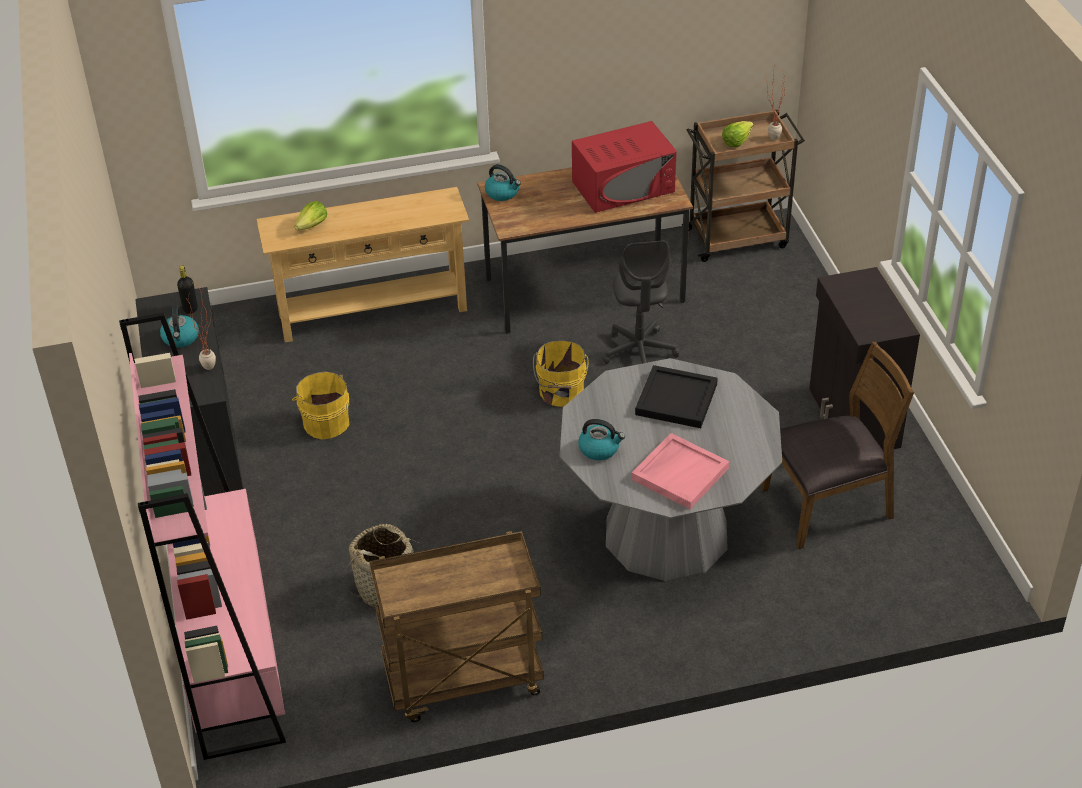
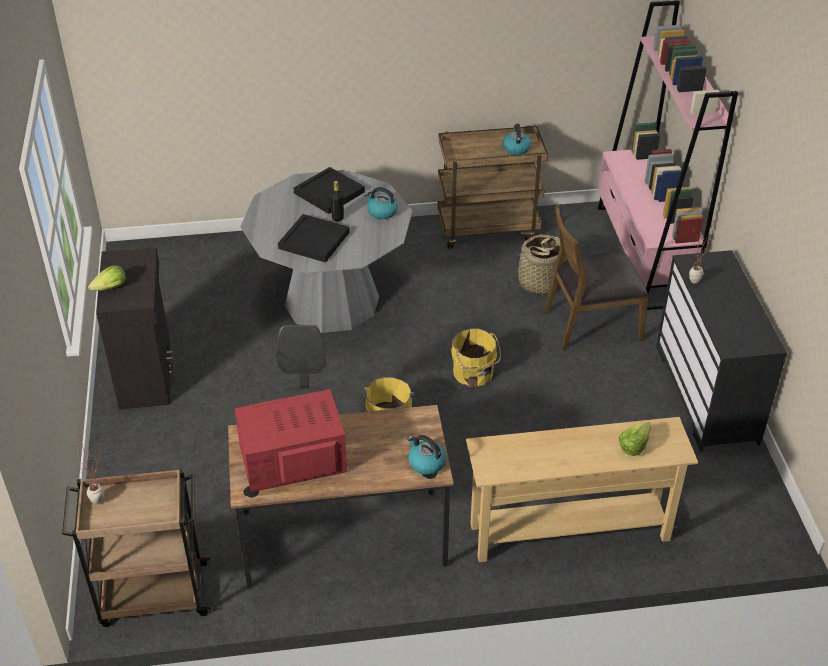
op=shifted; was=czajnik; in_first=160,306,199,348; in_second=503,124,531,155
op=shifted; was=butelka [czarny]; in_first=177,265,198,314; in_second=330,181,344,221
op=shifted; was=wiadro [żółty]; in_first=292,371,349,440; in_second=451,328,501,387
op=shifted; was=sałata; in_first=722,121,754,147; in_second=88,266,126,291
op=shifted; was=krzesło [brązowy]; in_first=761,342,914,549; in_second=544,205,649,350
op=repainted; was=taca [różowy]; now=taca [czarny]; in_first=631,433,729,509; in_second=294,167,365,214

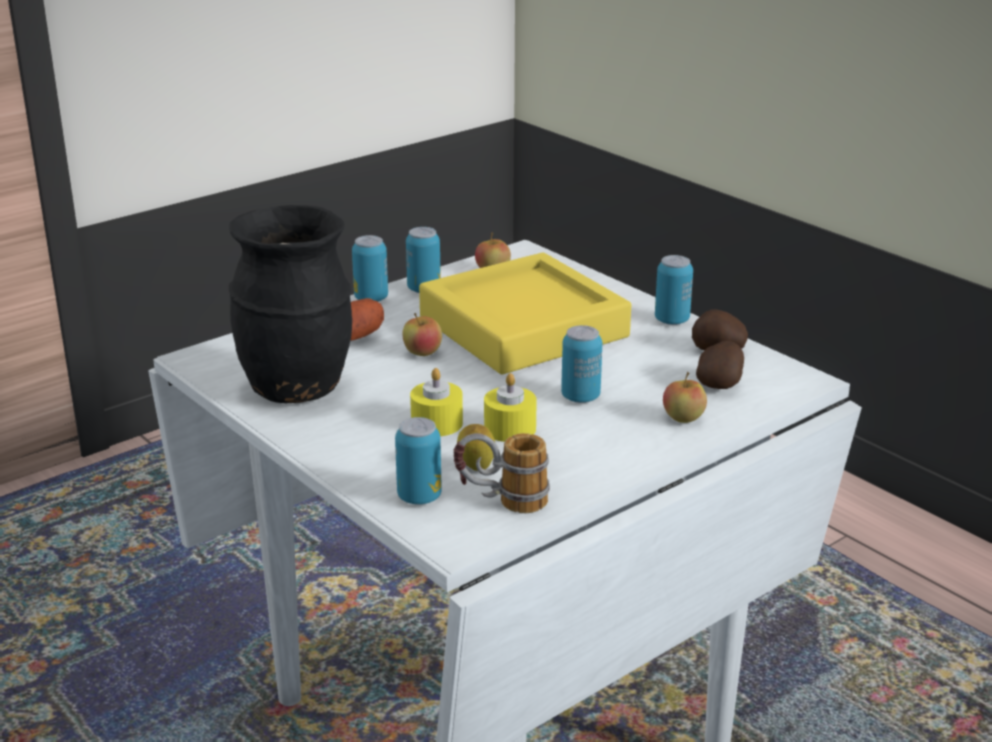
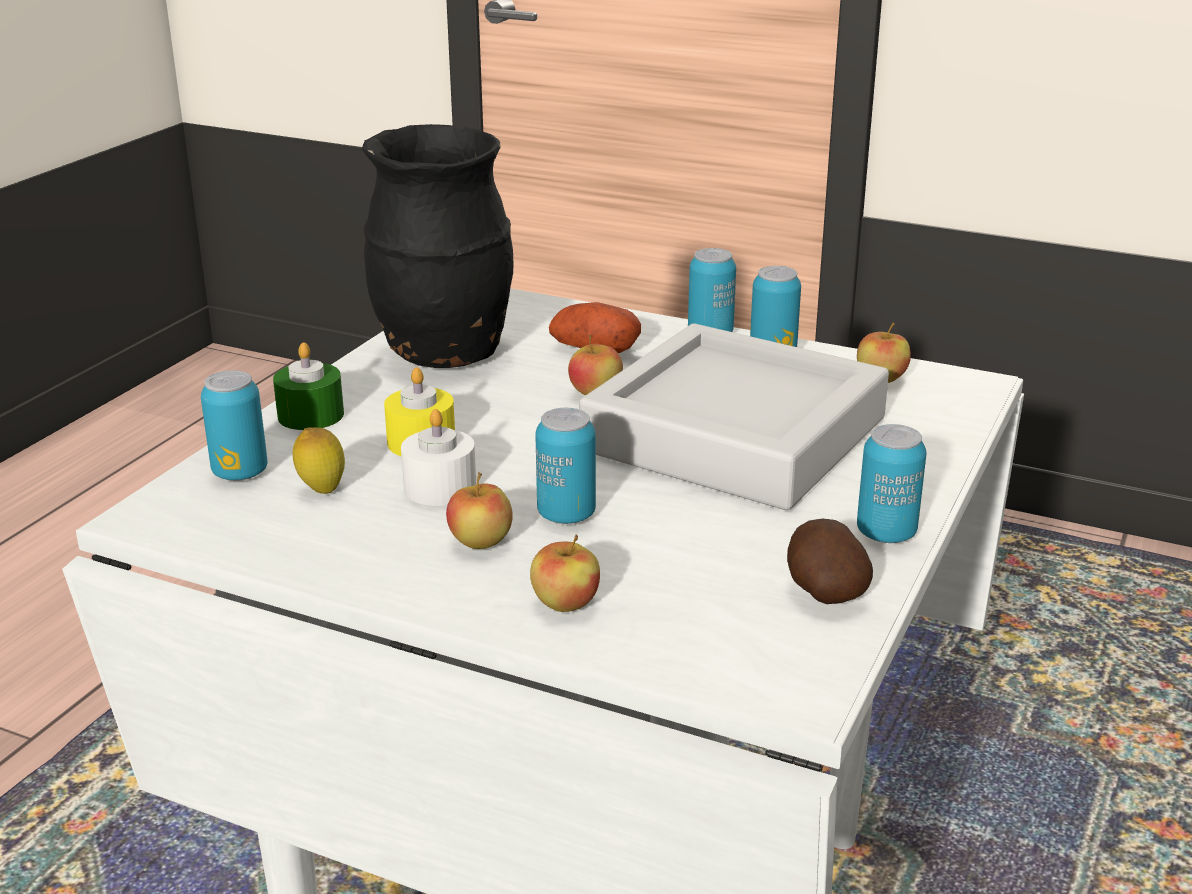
op=gone; was=kubek; in_first=454,433,550,513
op=gone; was=ziemniak; in_first=696,341,744,389
op=new; now=świeca [zielony]; in_second=273,342,344,430
op=new; now=jabłko; in_second=446,472,513,549
op=repainted; was=taca [żółty]; now=taca [szary]; in_first=419,253,631,374; in_second=579,324,889,510
op=repainted; was=świeca [żółty]; now=świeca [biały]; in_first=484,373,537,442; in_second=401,409,476,506

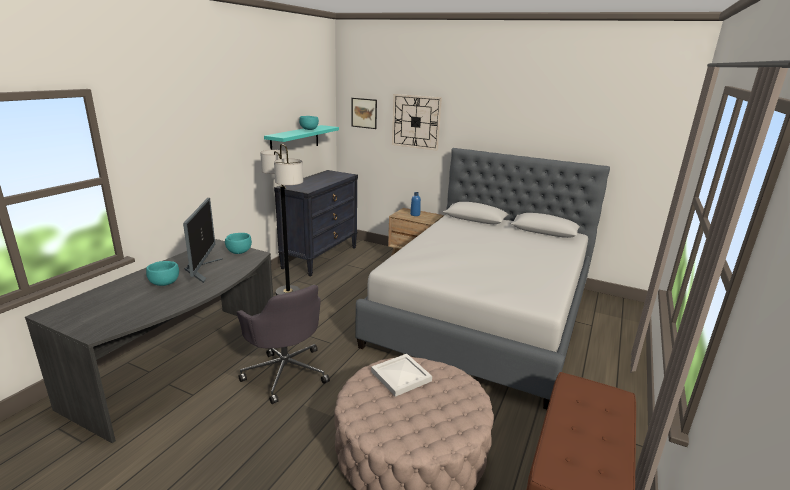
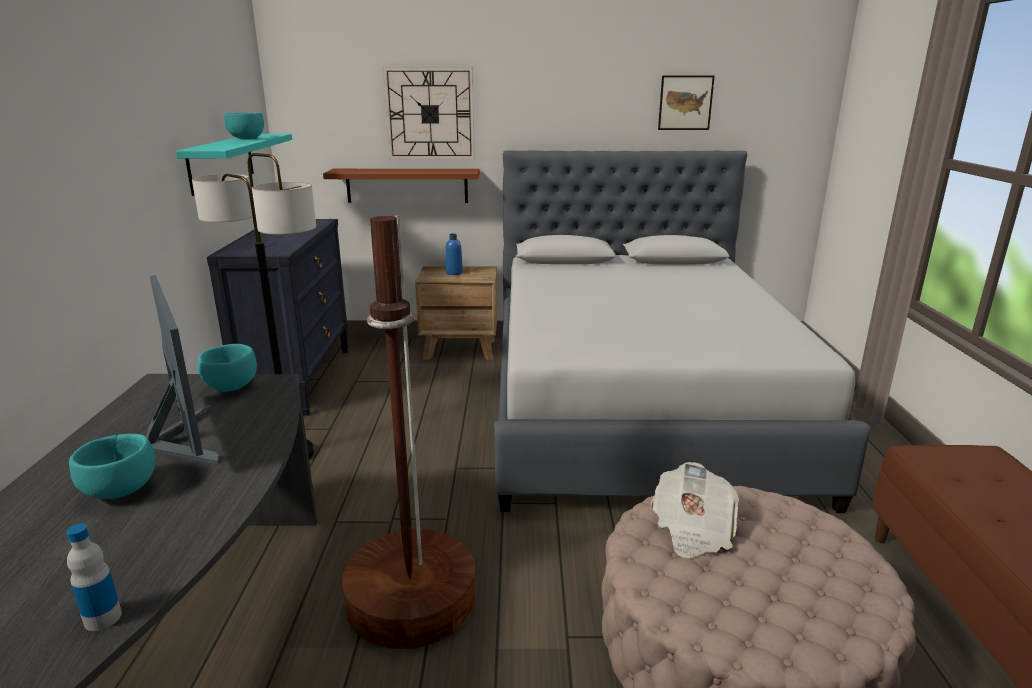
op=new; now=butelka; in_second=66,523,122,631
op=new; now=półka [brązowy]; in_second=323,169,480,203
op=shifted; was=obraz; in_first=352,98,377,129; in_second=658,76,715,130
op=swapped; was=krzesło biurowe [szary]; now=lampa stojąca [brązowy]; in_first=237,285,330,404; in_second=342,215,476,649
op=swapped; was=taca [biały]; now=gazeta; in_first=371,354,432,397; in_second=651,462,739,558

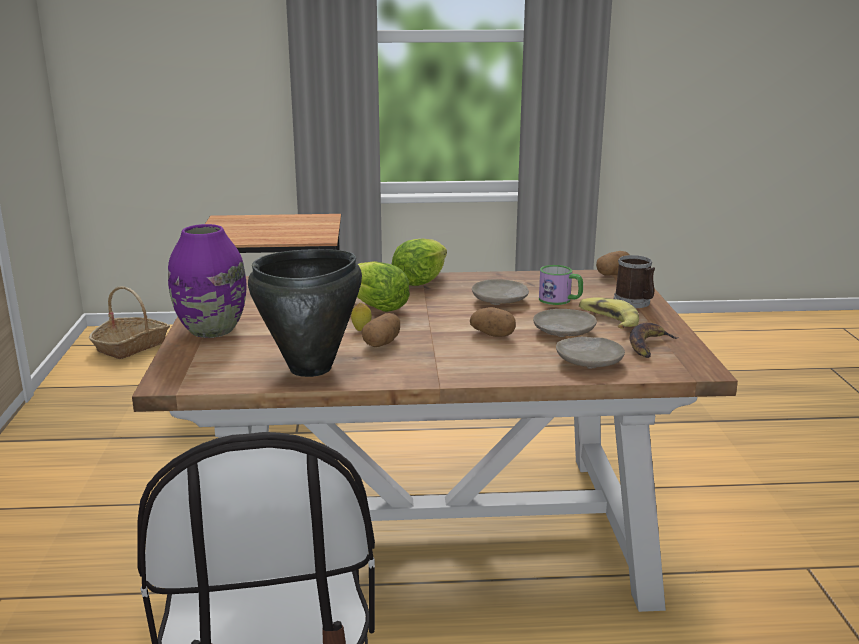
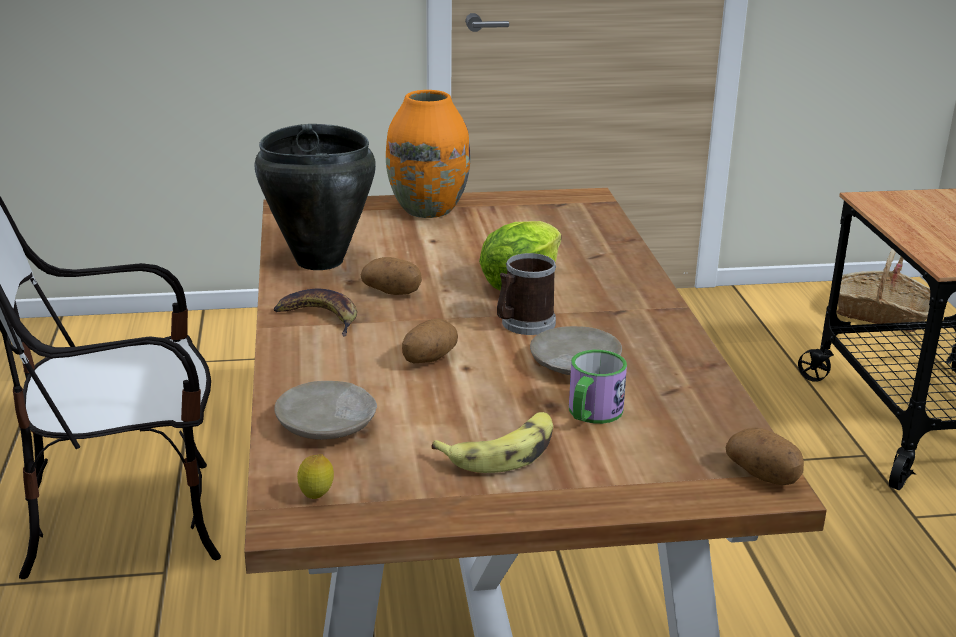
op=gone; was=sałata; in_first=391,239,447,286
op=gone; was=talerz [beżowy]; in_first=533,309,597,337
op=shifted; was=cytryna; in_first=351,303,372,331; in_second=297,454,334,499
op=shifted; was=kubek; in_first=614,255,655,308; in_second=497,253,556,335
op=shifted; was=banan; in_first=629,323,679,358; in_second=274,288,357,337
op=repainted; was=wazon [fioletowy]; now=wazon [pomarańczowy]; in_first=168,224,246,338; in_second=386,90,470,218

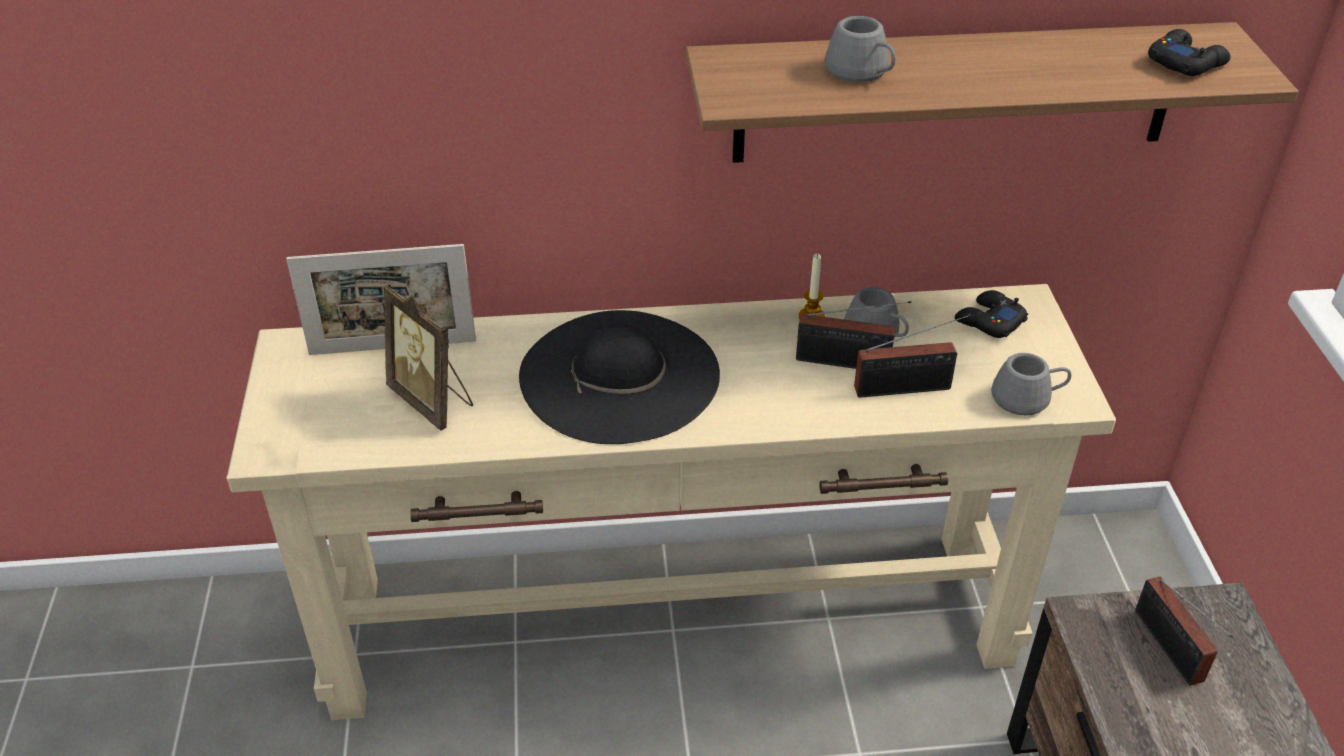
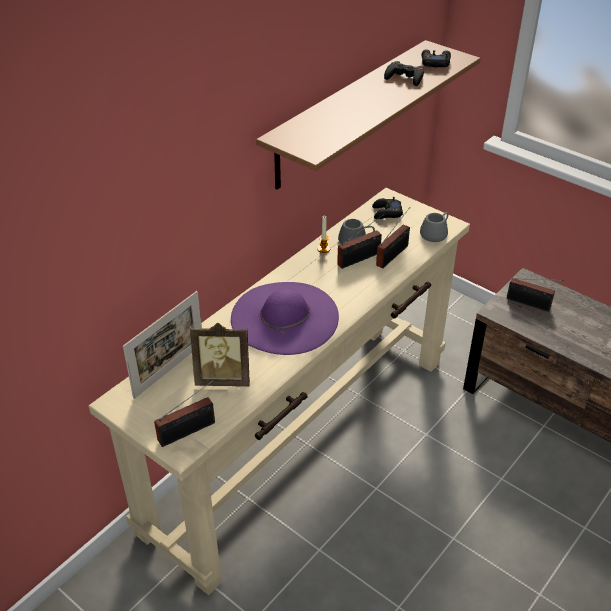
op=gone; was=kubek [szary]; in_first=824,16,896,82
op=new; now=radio; in_second=154,380,215,447
op=new; now=pad do gier [czarny]; in_second=384,61,424,86
op=repainted; was=kapelusz [czarny]; now=kapelusz [fioletowy]; in_first=519,310,720,444; in_second=231,282,339,355

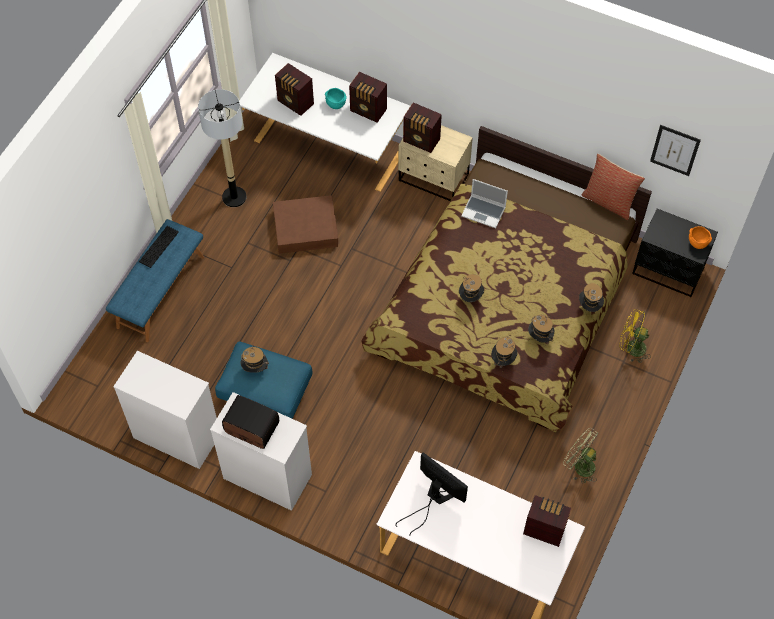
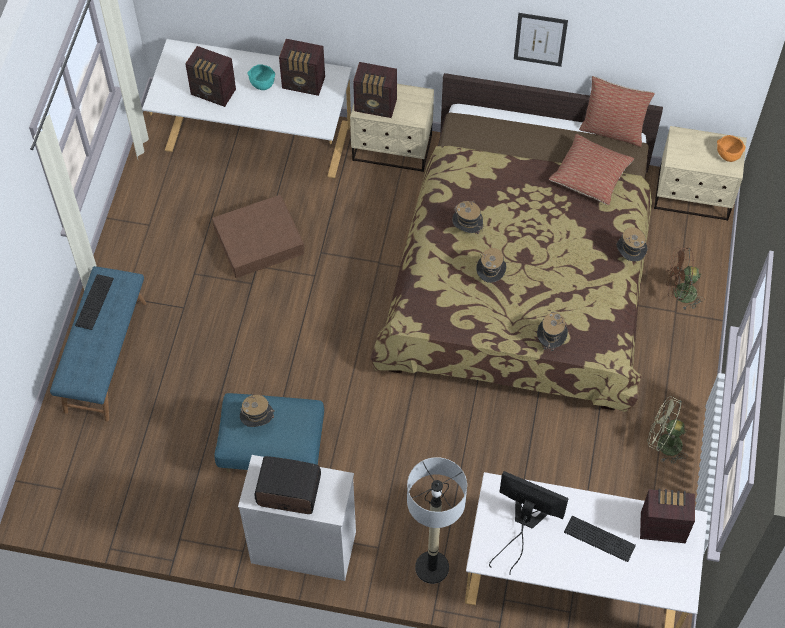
op=gone; was=komoda [biały]; in_first=113,351,217,469
op=gone; was=laptop; in_first=461,179,508,228
op=new; now=poduszka; in_second=549,134,634,205
op=new; now=klawiatura; in_second=564,516,636,562
op=shifted; was=lampa stojąca; in_first=198,89,246,207; in_second=407,457,467,584
op=shifted; was=kapelusz; in_first=528,315,554,344; in_second=452,200,483,234
op=shifted; was=obraz; in_first=650,125,701,176; in_second=514,13,568,67
op=repainted; was=wentylator [żółty]; now=wentylator [brązowy]; in_first=619,309,651,363; in_second=666,247,704,310
op=repainted; was=szafka nocna [czarny]; now=szafka nocna [beżowy]; in_first=632,209,718,297; in_second=654,126,747,221

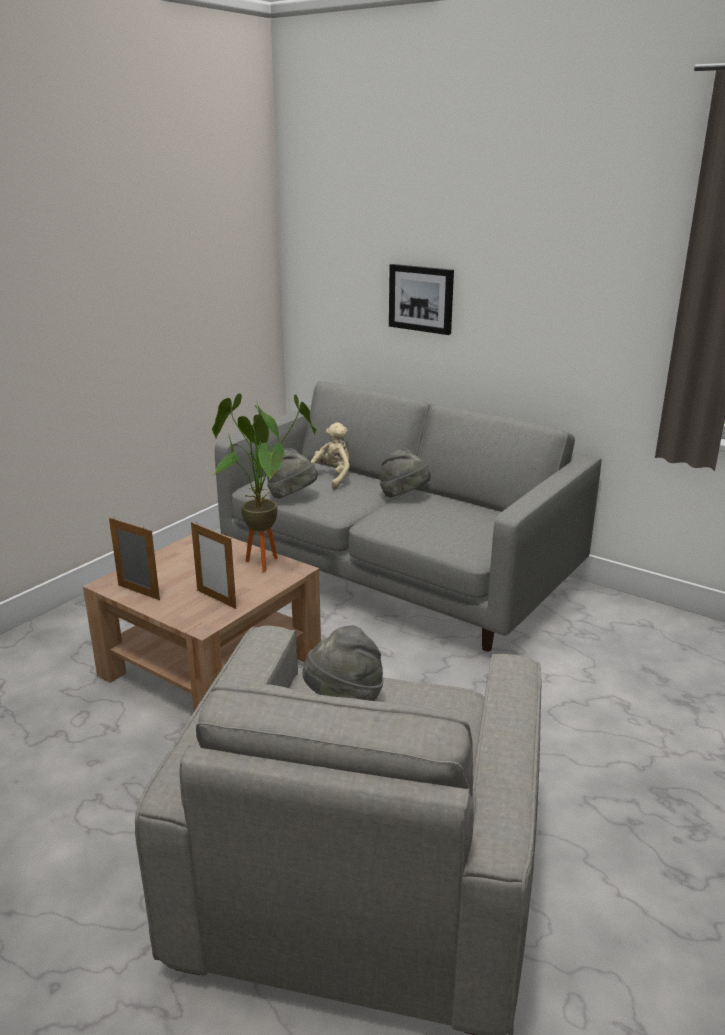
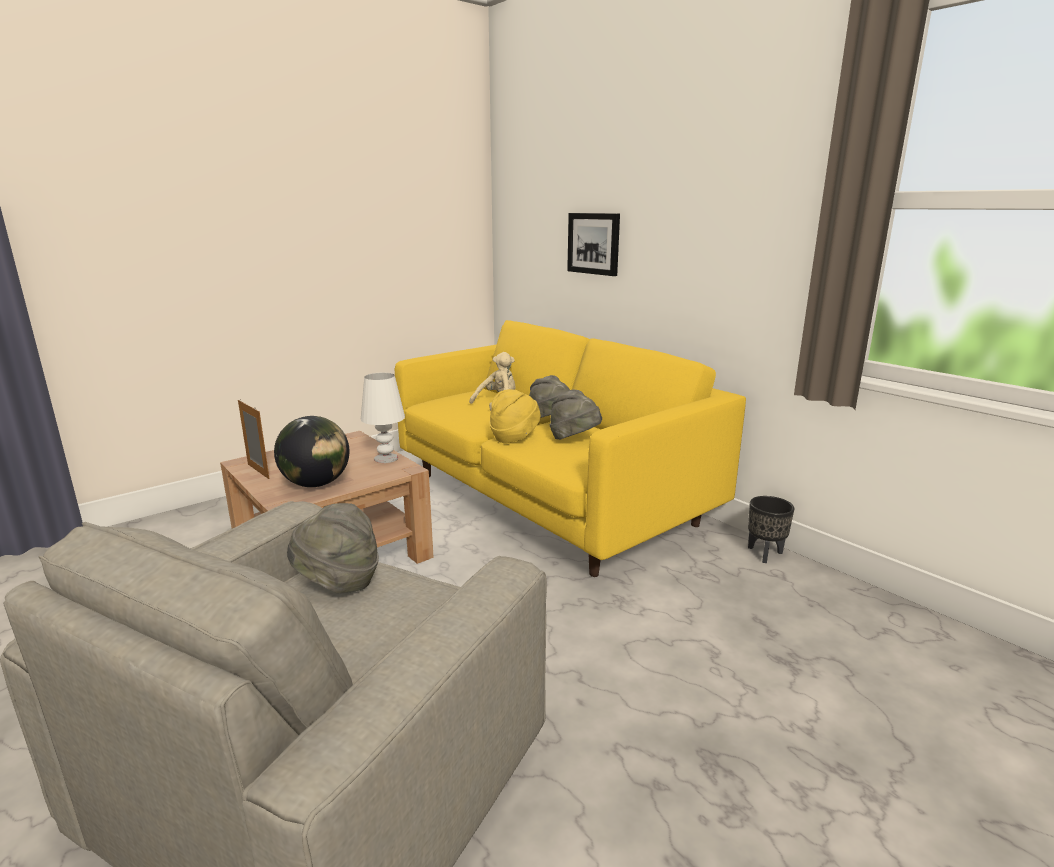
op=new; now=kapelusz [żółty]; in_second=489,389,541,443
op=new; now=donica [czarny]; in_second=748,496,794,563
op=shifted; was=kapelusz [szary]; in_first=267,448,318,499; in_second=549,390,602,440
op=swapped; was=ramka na zdjęcie; now=globus; in_first=191,522,236,609; in_second=274,416,350,487
op=swapped; was=roślina doniczkowa; now=lampa stołowa [biały]; in_first=212,393,316,572; in_second=361,373,405,463
op=repainted; was=kanapa [szary]; now=kanapa [żółty]; in_first=215,381,602,652; in_second=395,320,746,577

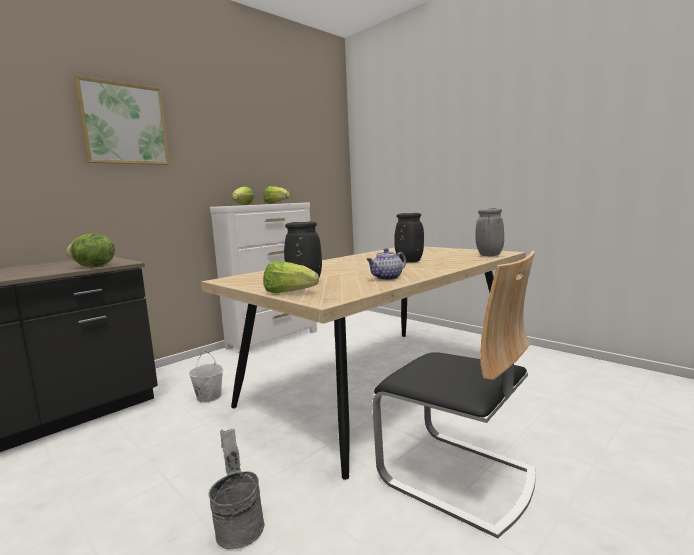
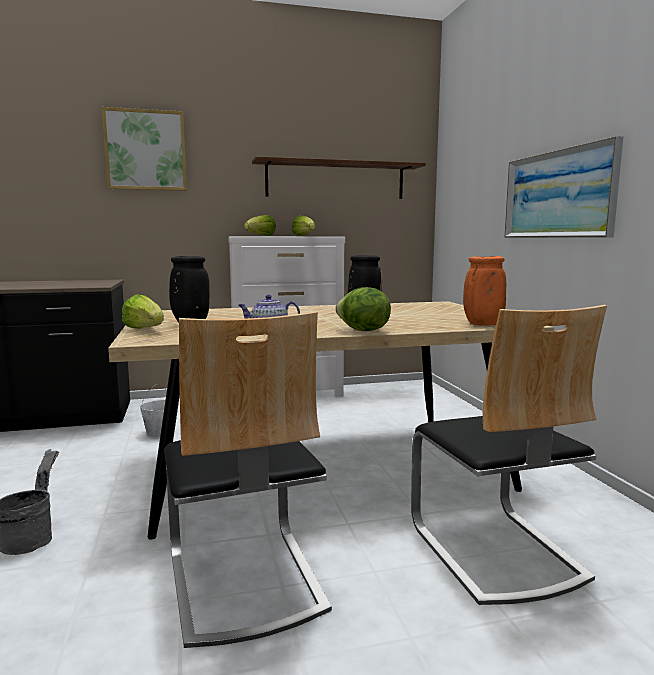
op=new; now=półka [brązowy]; in_second=252,157,426,199
op=new; now=krzesło; in_second=411,305,607,605
op=new; now=obraz; in_second=504,136,623,238
op=shifted; was=sałata; in_first=66,233,115,267; in_second=335,287,391,331
op=repainted; was=wazon [szary]; now=wazon [pomarańczowy]; in_first=475,208,504,256; in_second=463,256,506,326

